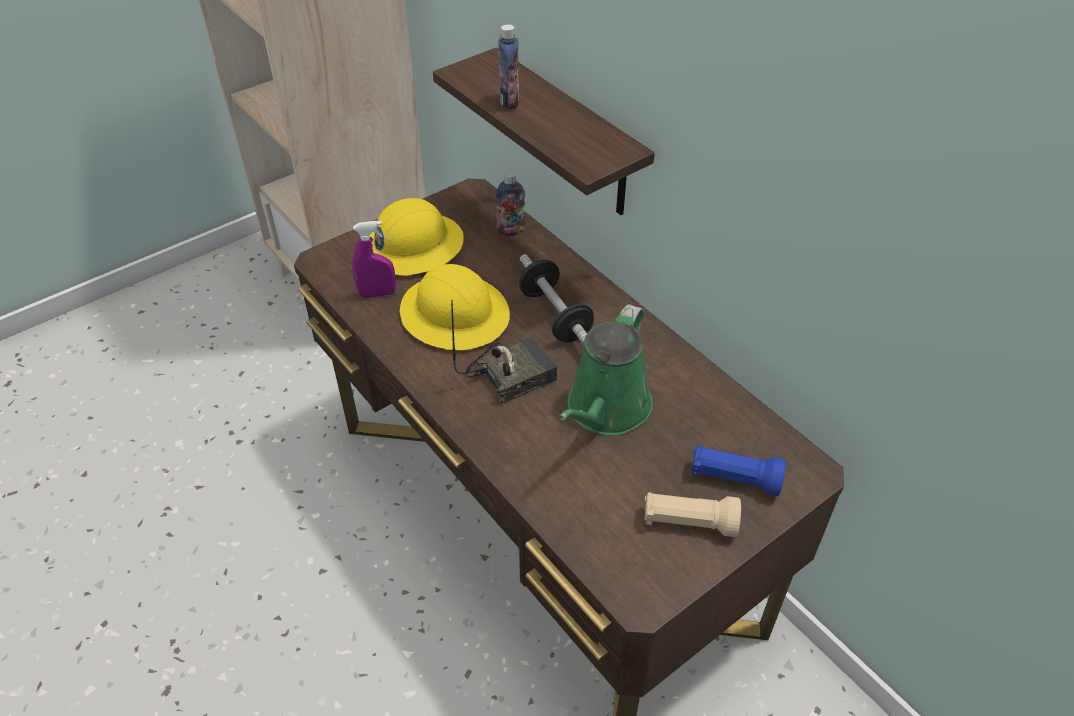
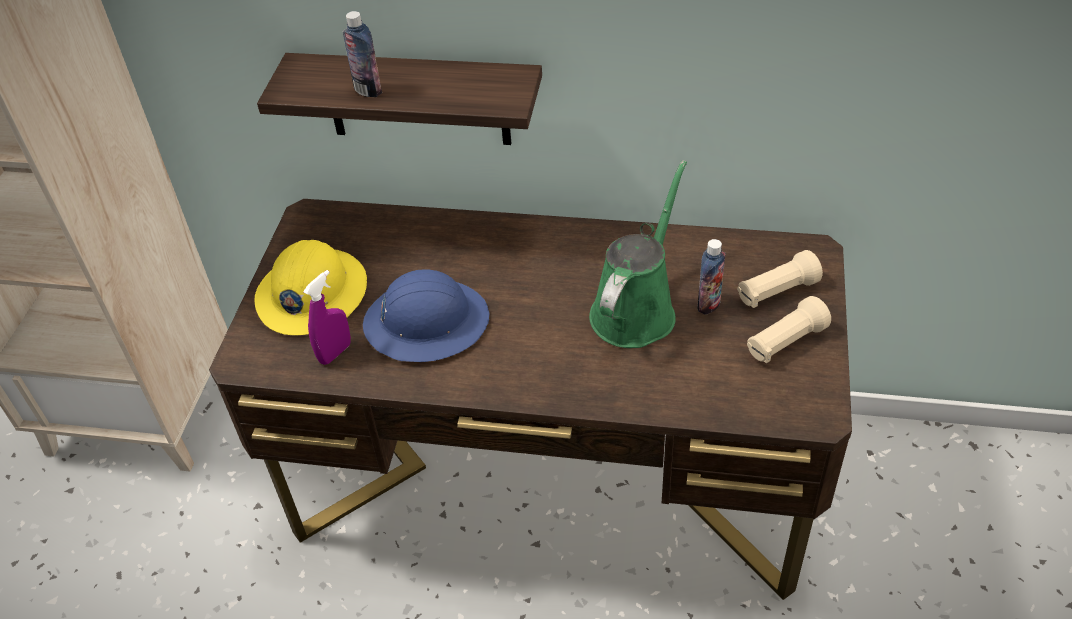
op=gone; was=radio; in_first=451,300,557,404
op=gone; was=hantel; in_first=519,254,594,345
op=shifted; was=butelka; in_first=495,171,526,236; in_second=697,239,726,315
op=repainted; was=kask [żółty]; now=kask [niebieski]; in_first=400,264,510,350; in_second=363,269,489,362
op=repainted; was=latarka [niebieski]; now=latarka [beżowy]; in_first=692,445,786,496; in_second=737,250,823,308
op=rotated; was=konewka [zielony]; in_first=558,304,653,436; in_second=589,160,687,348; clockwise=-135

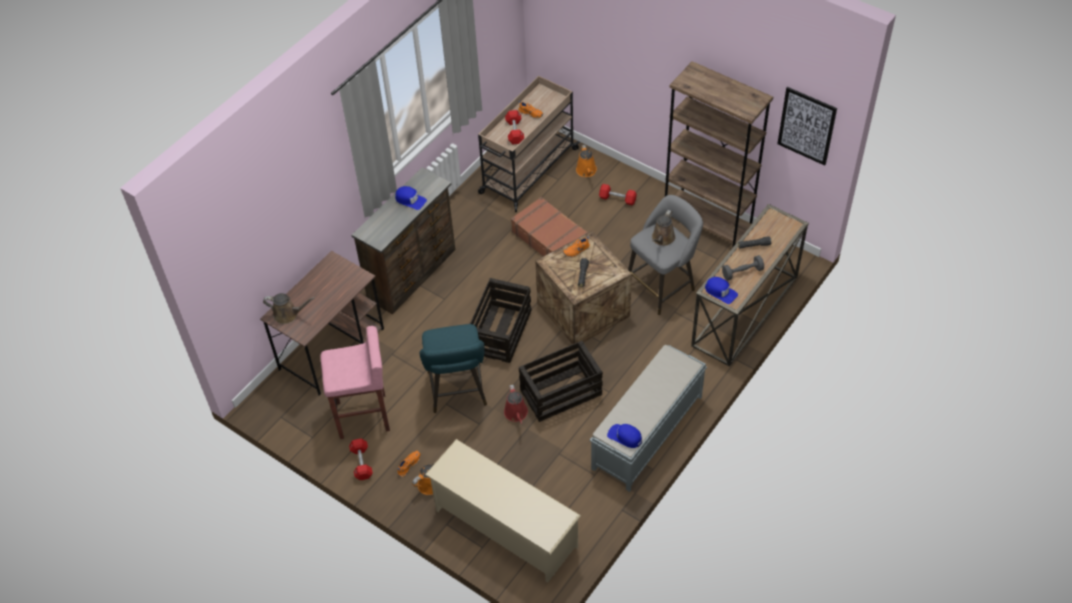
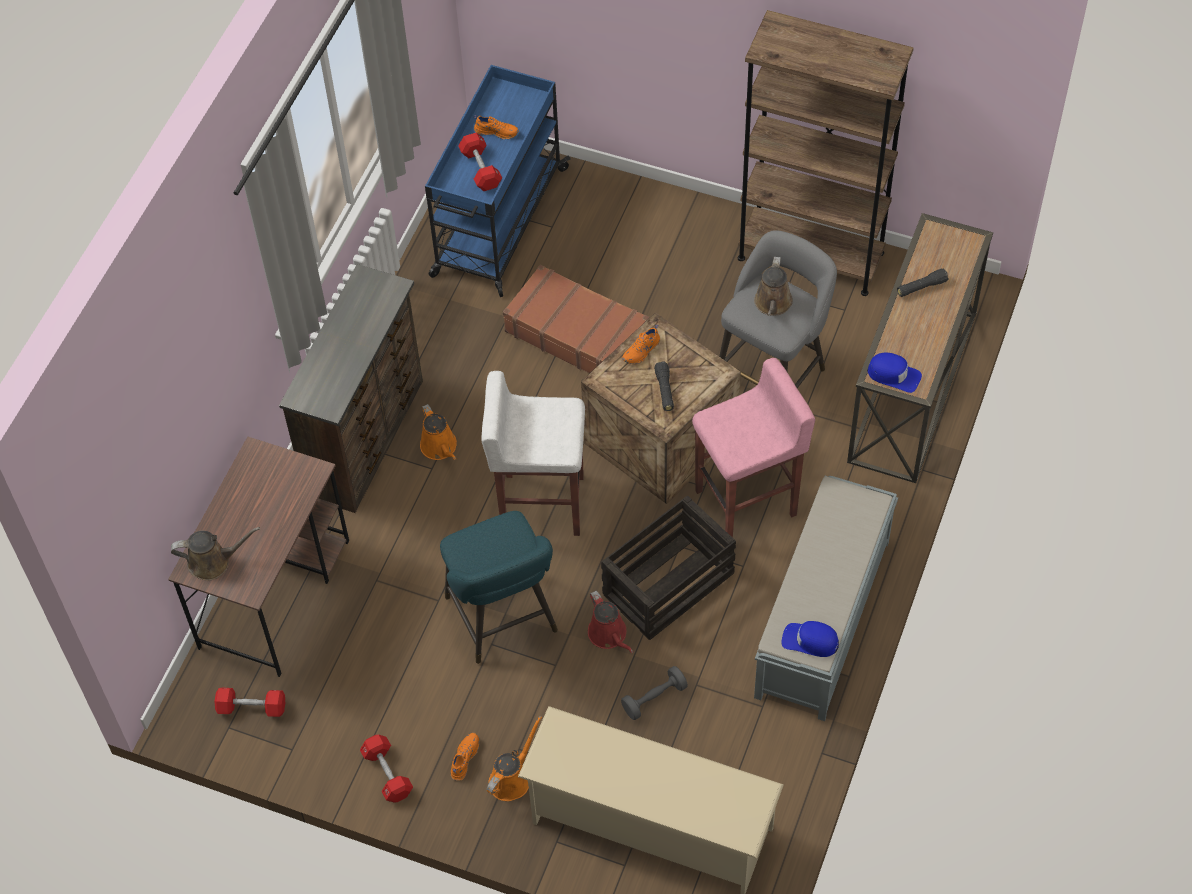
op=gone; was=czapka z daszkiem [niebieski]; in_first=395,186,427,210
op=gone; was=obraz; in_first=777,87,837,165
op=shifted; was=stołek [różowy]; in_first=320,326,390,439; in_second=692,358,815,537
op=shifted; was=konewka [pomarańczowy]; in_first=576,145,597,177; in_second=420,404,457,460
op=shifted; was=hantel [czerwony]; in_first=599,184,637,205; in_second=214,688,285,717
op=shifted; was=hantel [szary]; in_first=722,255,764,281; in_second=621,666,688,720
op=swapped; was=skrzynka; now=stołek [biały]; in_first=470,278,532,363; in_second=482,371,585,536
op=repainted; was=wózek [beżowy]; now=wózek [niebieski]; in_first=478,76,580,212; in_second=425,65,571,297

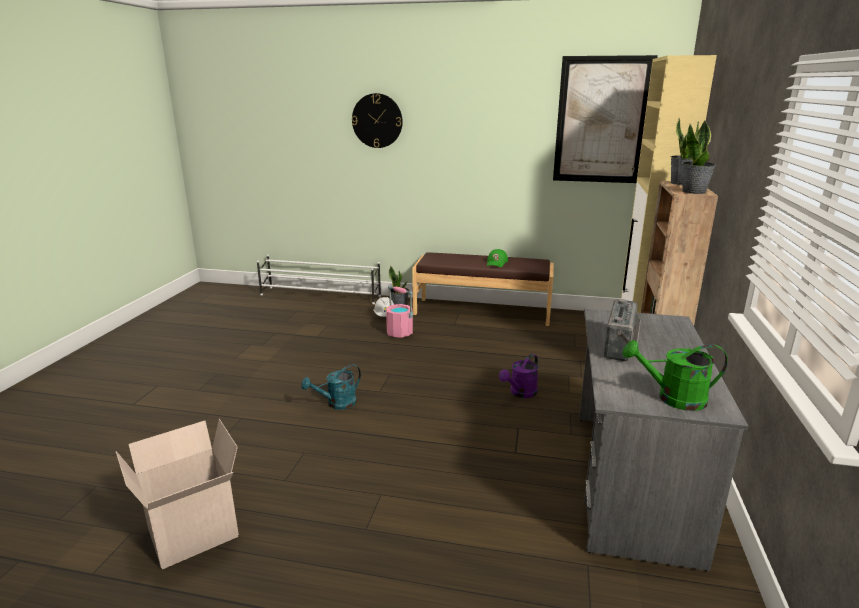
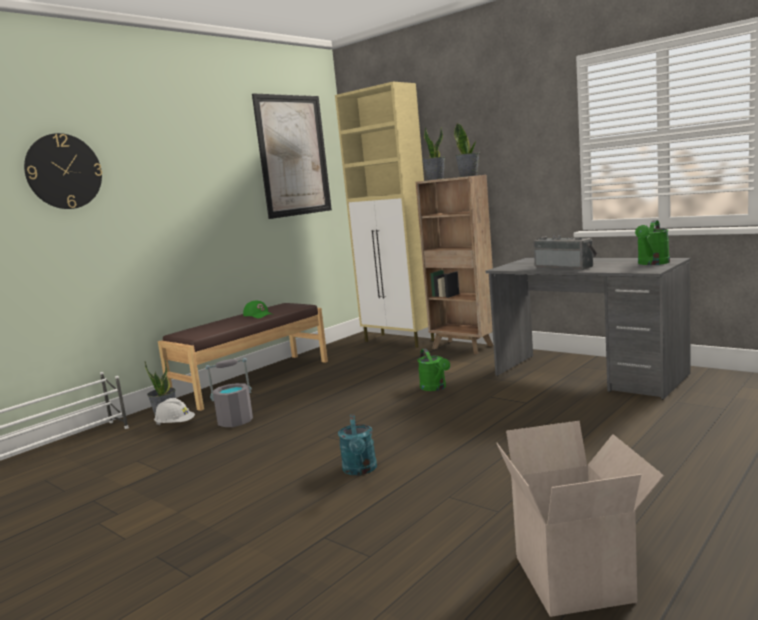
op=repainted; was=wiadro [różowy]; now=wiadro [szary]; in_first=386,285,413,338; in_second=205,358,253,427
op=repainted; was=konewka [fioletowy]; now=konewka [zielony]; in_first=499,354,538,398; in_second=418,349,450,391

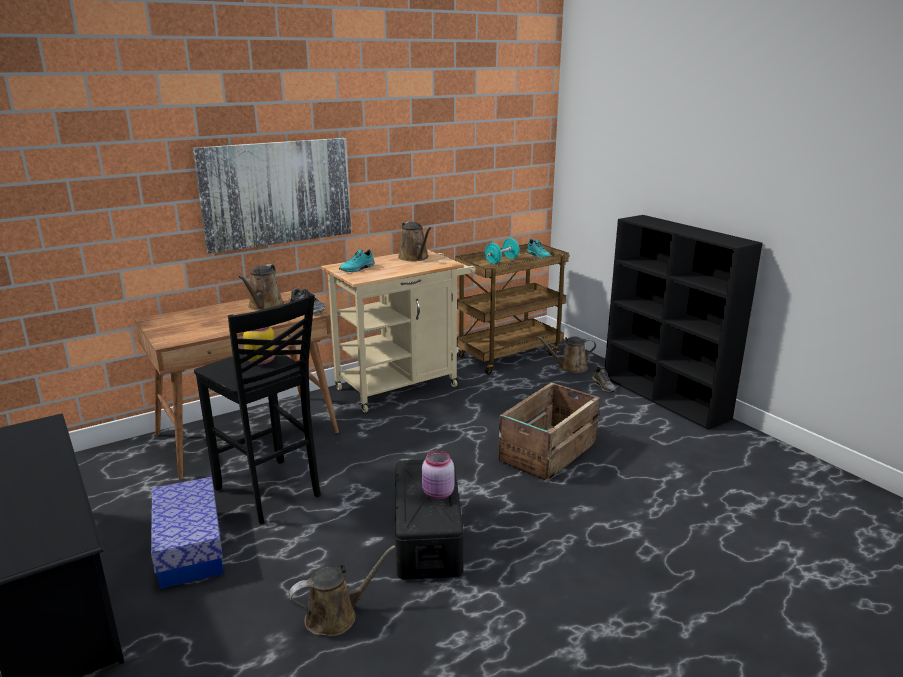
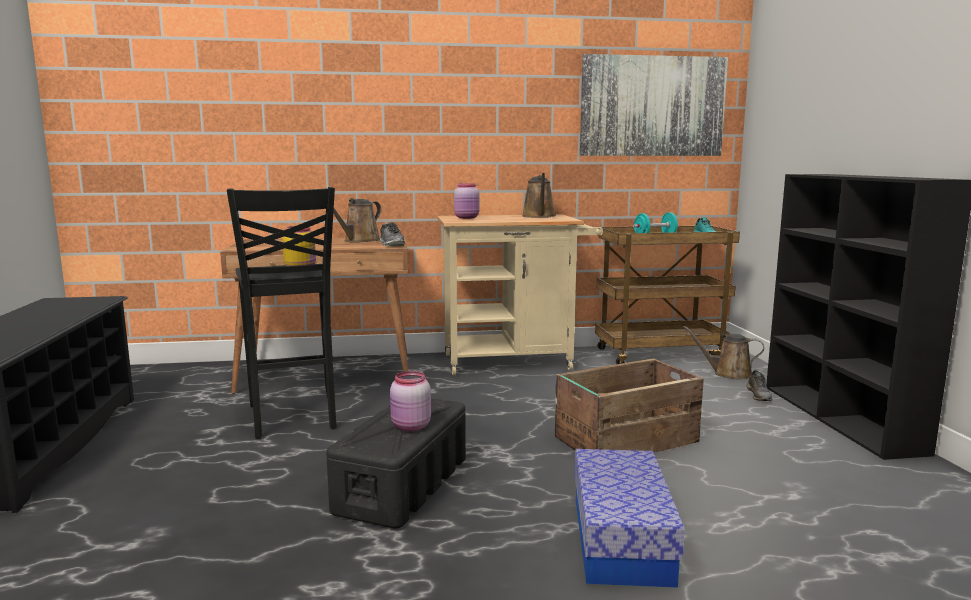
op=gone; was=konewka [brązowy]; in_first=289,545,396,636
op=shifted; was=pojemnik do przechowywania; in_first=151,477,224,589; in_second=575,449,685,588
op=shifted; was=obraz; in_first=193,138,351,254; in_second=580,54,728,156
op=swapped; was=but [turkusowy]; now=słoik [różowy]; in_first=339,249,375,272; in_second=454,183,480,219

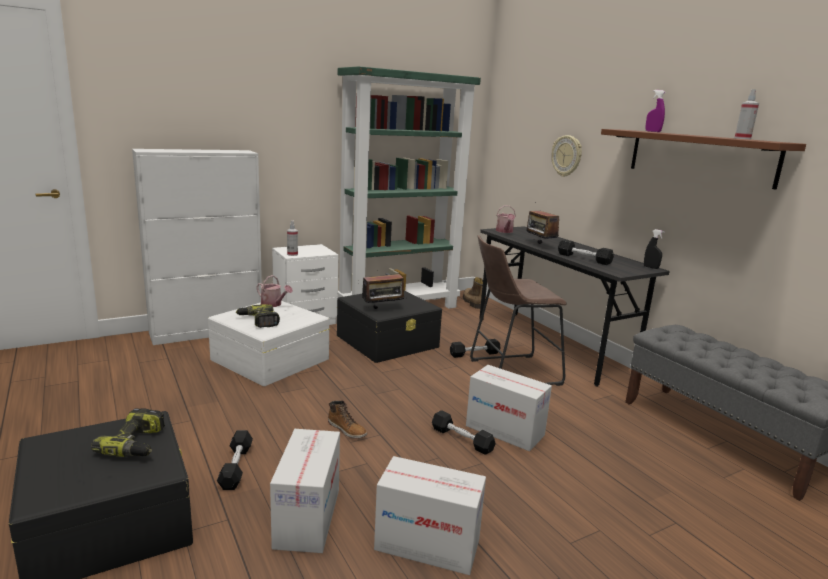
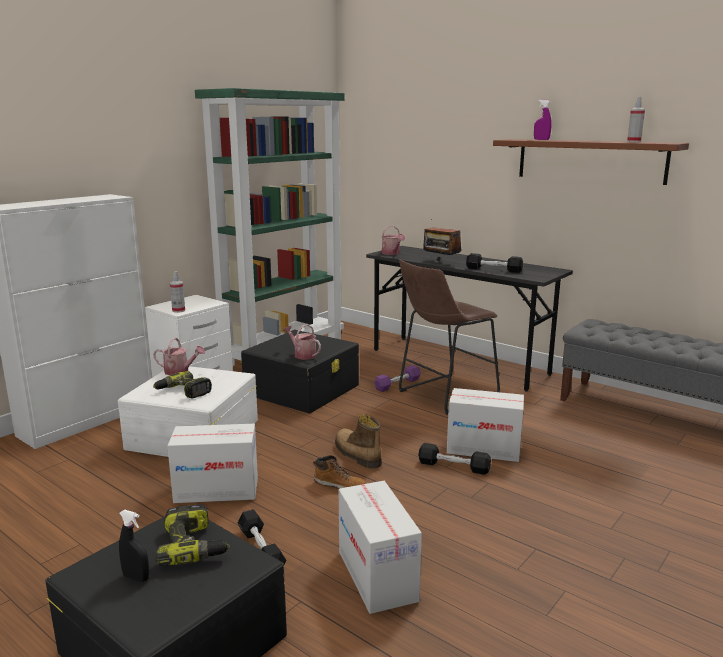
op=gone; was=zegar ścienny; in_first=551,135,582,177
op=shifted; was=karton; in_first=374,456,486,575; in_second=167,424,258,503
op=shifted; was=but z cholewką; in_first=463,277,483,309; in_second=335,414,382,469
op=shifted; was=spryskiwacz [czarny]; in_first=644,229,665,269; in_second=119,509,149,582
op=swapped; was=radio; now=konewka; in_first=362,274,406,309; in_second=283,324,321,360
op=repainted; was=hantel [czarny]; now=hantel [fioletowy]; in_first=450,339,501,358; in_second=374,365,421,392

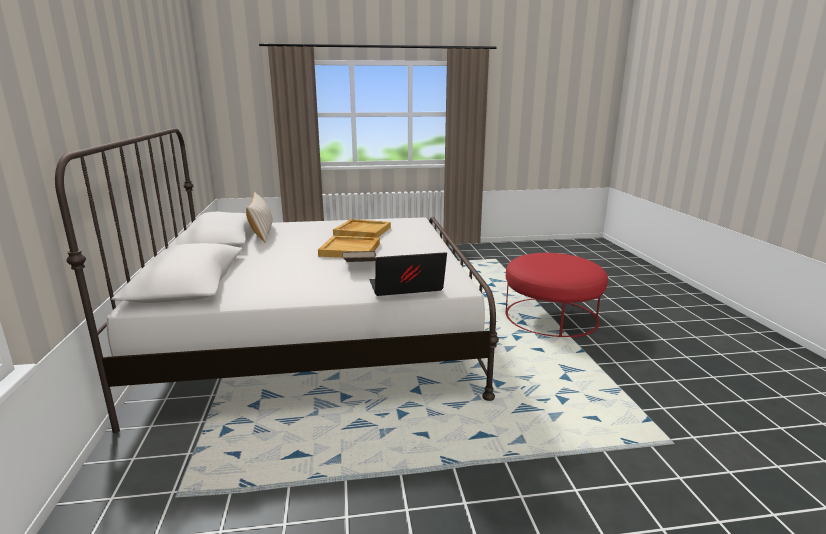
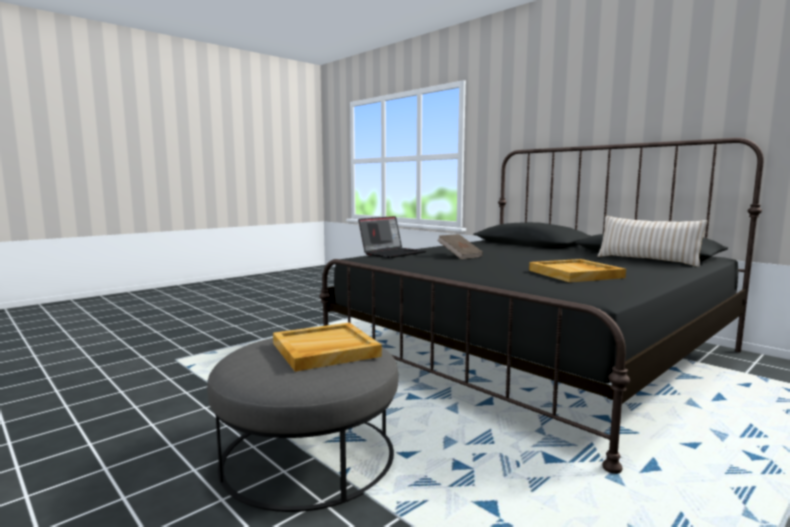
op=shifted; was=taca [beżowy]; in_first=318,236,380,258; in_second=273,322,382,372
op=repainted; was=łóżko [biały]; now=łóżko [czarny]; in_first=55,128,499,433; in_second=319,138,764,474
op=repainted; was=pufa [czerwony]; now=pufa [szary]; in_first=506,253,608,338; in_second=207,338,398,512

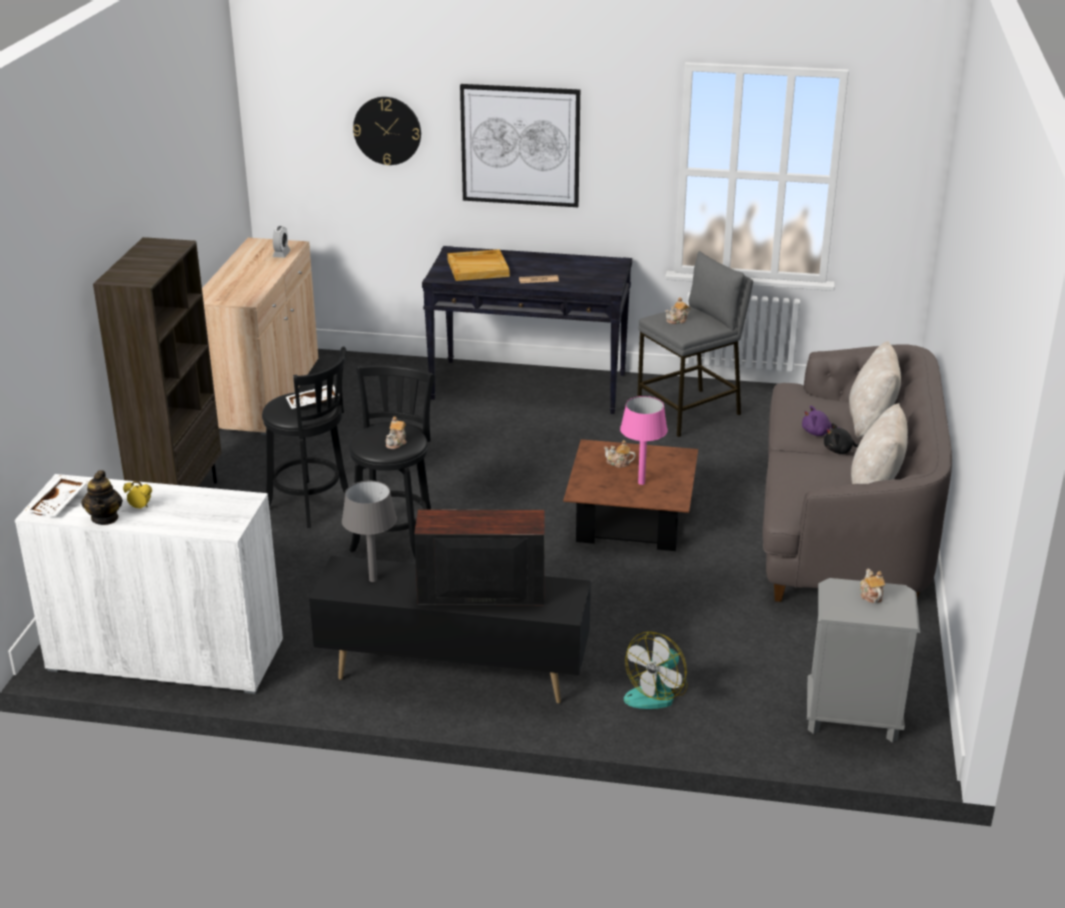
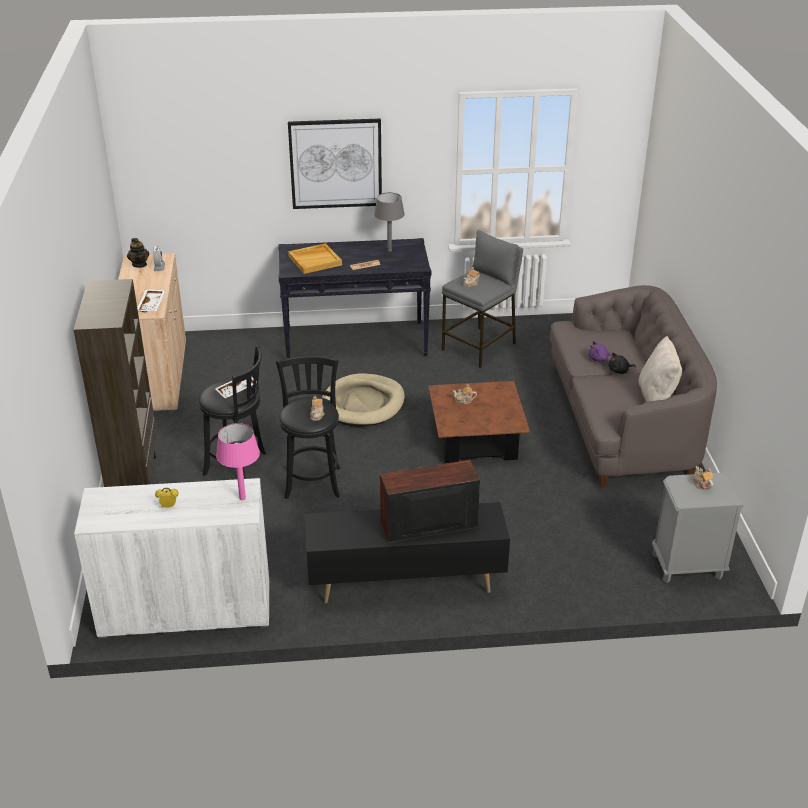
op=gone; was=zegar ścienny; in_first=353,97,421,165
op=gone; was=wentylator; in_first=624,632,688,709
op=gone; was=poduszka [beżowy]; in_first=849,341,901,438
op=new; now=legowisko [beżowy]; in_second=322,374,405,426
op=shifted; was=taca [biały]; in_first=25,475,88,516; in_second=137,289,165,312
op=shifted; was=imbryk; in_first=81,470,123,525; in_second=127,238,149,268
op=shifted; was=lampa stołowa [szary]; in_first=342,481,397,582; in_second=374,192,405,252
op=shifted; was=lampa stołowa [różowy]; in_first=620,396,667,485; in_second=216,423,260,501

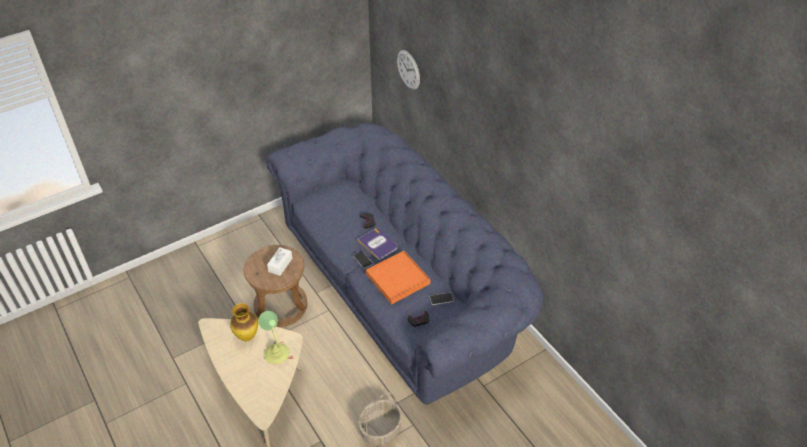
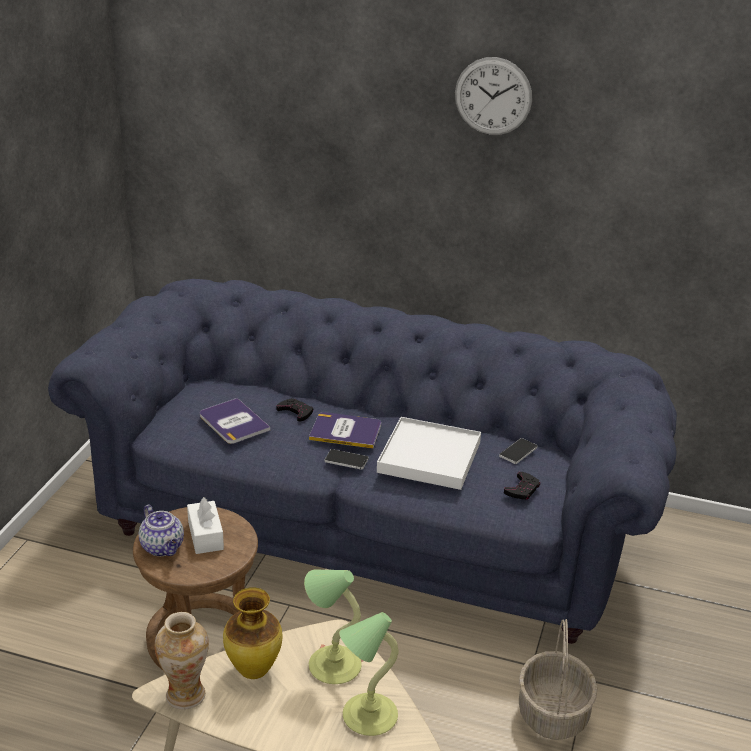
op=new; now=imbryk; in_second=139,505,184,556
op=new; now=wazon; in_second=155,612,209,710
op=new; now=książka; in_second=200,398,270,444
op=new; now=lampa stołowa; in_second=339,612,399,736
op=shifted; was=zegar ścienny; in_first=397,50,420,90; in_second=455,57,532,135
op=repainted; was=taca [pomarańczowy]; now=taca [biały]; in_first=366,251,430,305; in_second=377,417,481,490

